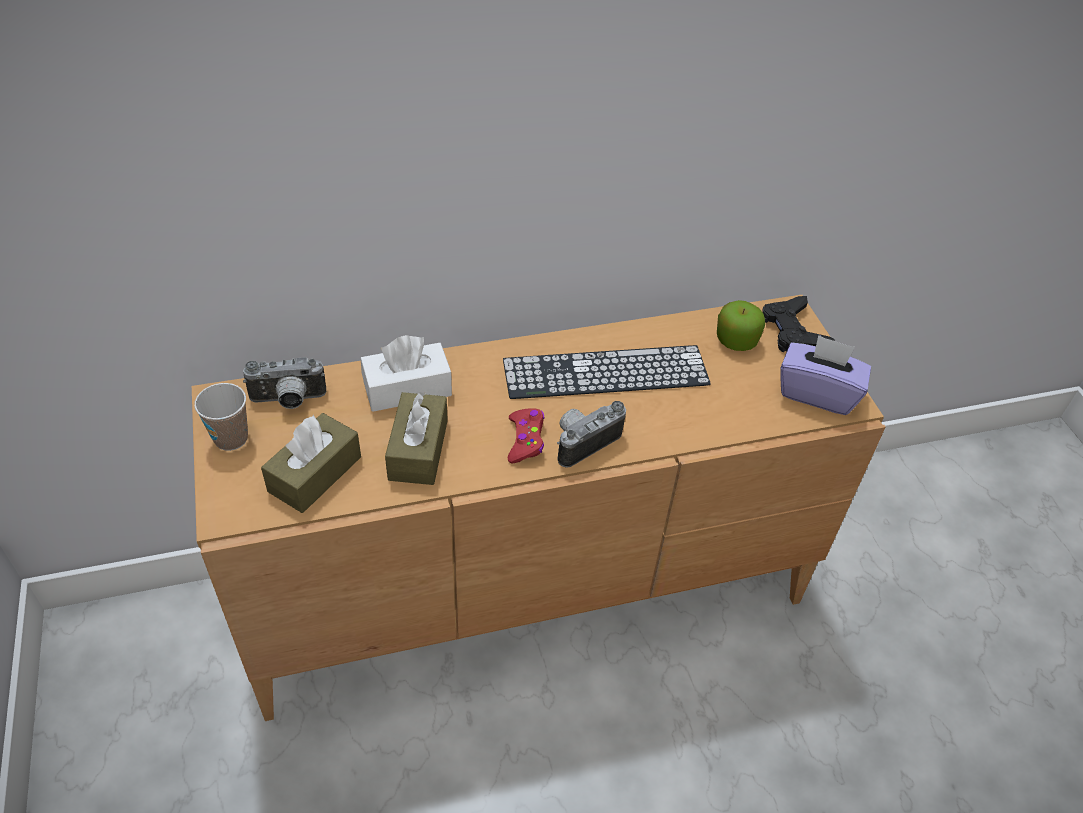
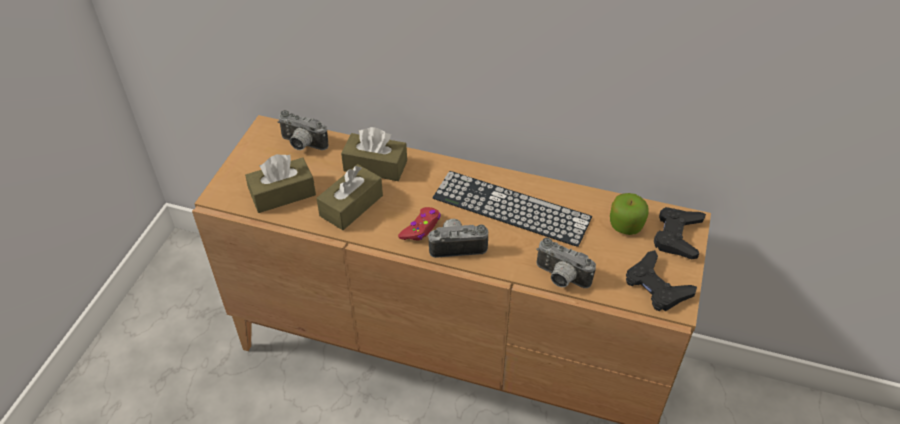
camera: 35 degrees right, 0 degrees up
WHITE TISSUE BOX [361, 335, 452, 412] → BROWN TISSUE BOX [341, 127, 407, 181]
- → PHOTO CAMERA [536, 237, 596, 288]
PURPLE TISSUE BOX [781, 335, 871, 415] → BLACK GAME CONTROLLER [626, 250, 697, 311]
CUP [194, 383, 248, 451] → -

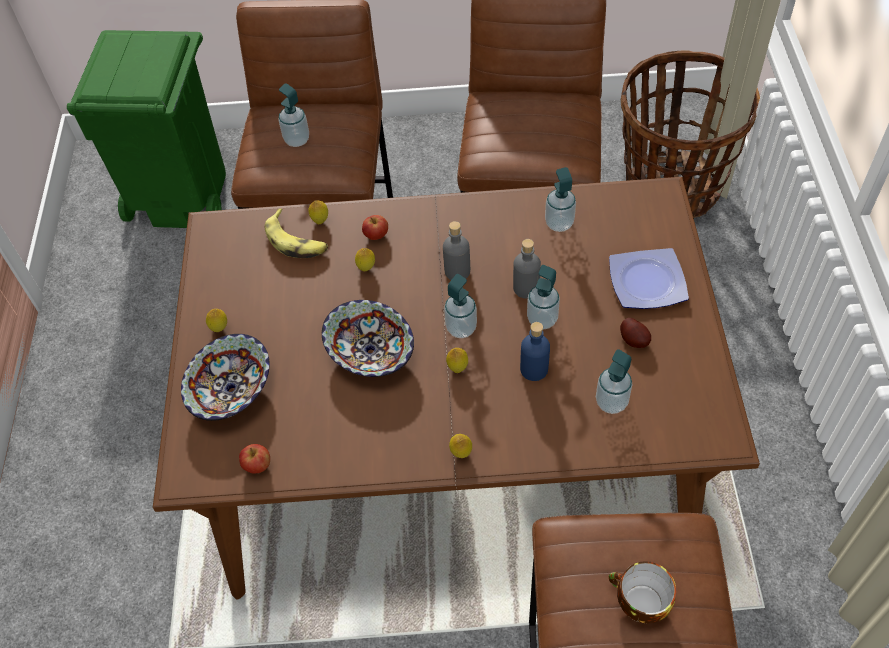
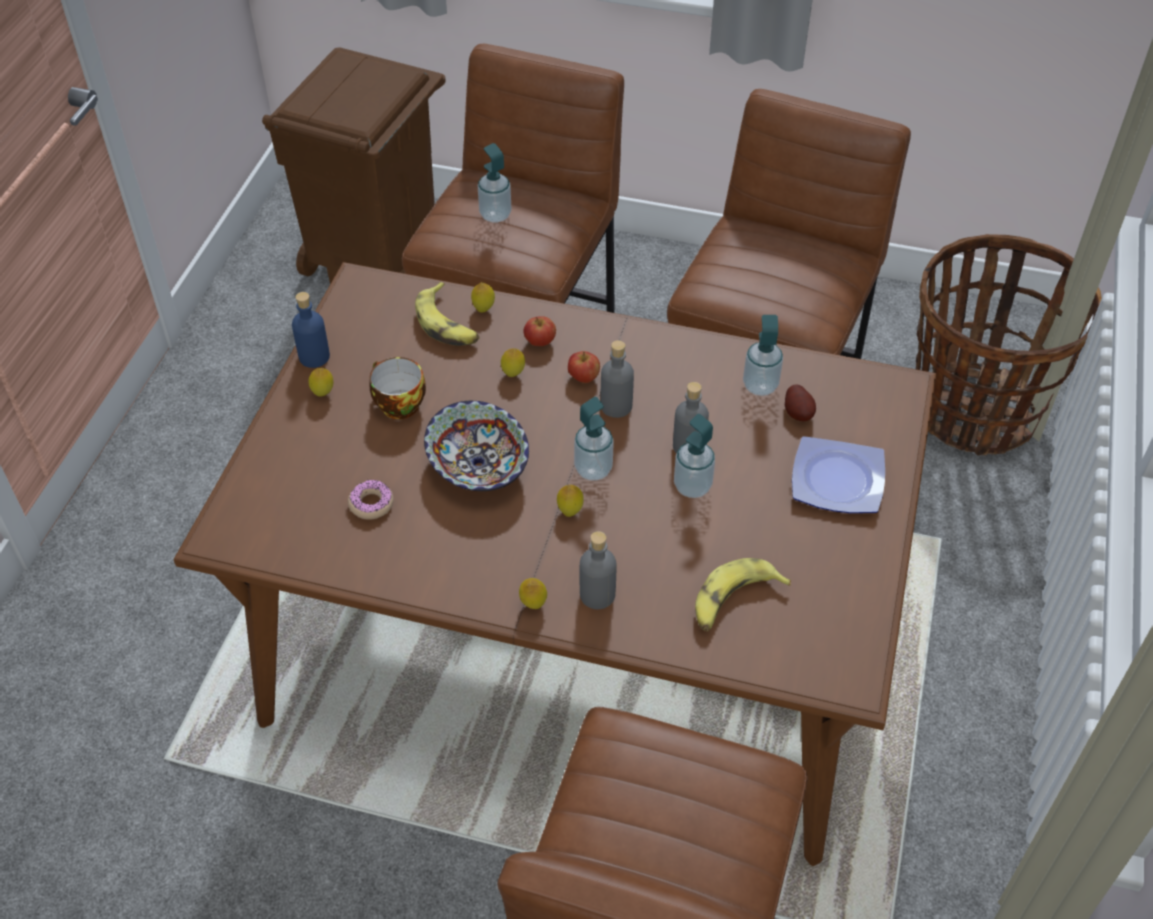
camera: 15 degrees right, 5 degrees down
GREEN TRASH CAN [67, 30, 226, 228] → BROWN TRASH CAN [262, 47, 446, 284]
BLUE BOTTLE [520, 322, 550, 381] → BLUE BOTTLE [292, 292, 330, 368], move
- → DONUT [348, 480, 394, 520]
CUP [608, 561, 676, 623] → CUP [369, 357, 426, 419], move
APPLE [239, 444, 270, 474] → APPLE [568, 351, 600, 383], move
- → GREY BOTTLE [580, 531, 616, 609]
SOAP DISPENSER [596, 349, 633, 414] → BANANA [695, 558, 791, 631]
POTATO [620, 318, 651, 348] → POTATO [785, 384, 816, 421], move
BOWL [181, 334, 270, 421] → -

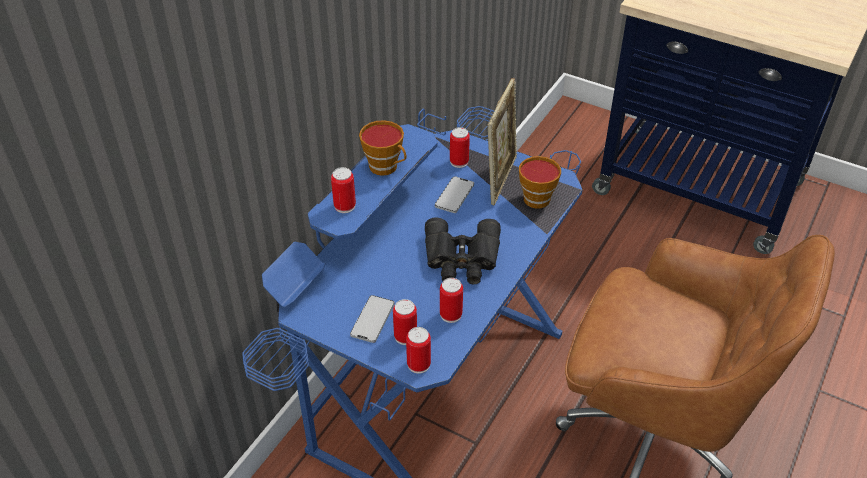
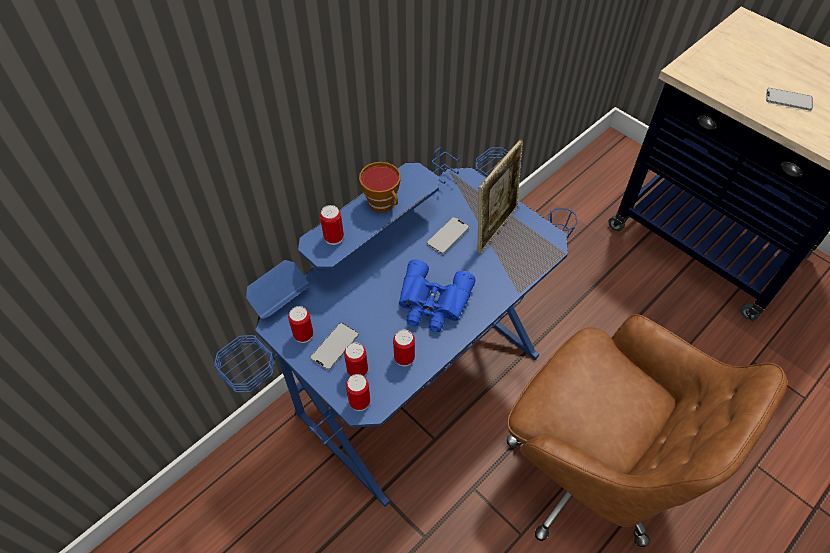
camera: 15 degrees right, 10 degrees up
CAN [450, 127, 470, 168] → CAN [288, 306, 313, 343], move
BLACK BINOCULARS [425, 217, 501, 284] → BLUE BINOCULARS [399, 259, 476, 332]
- → PHONE [766, 88, 813, 111]
CUP [519, 156, 561, 209] → -

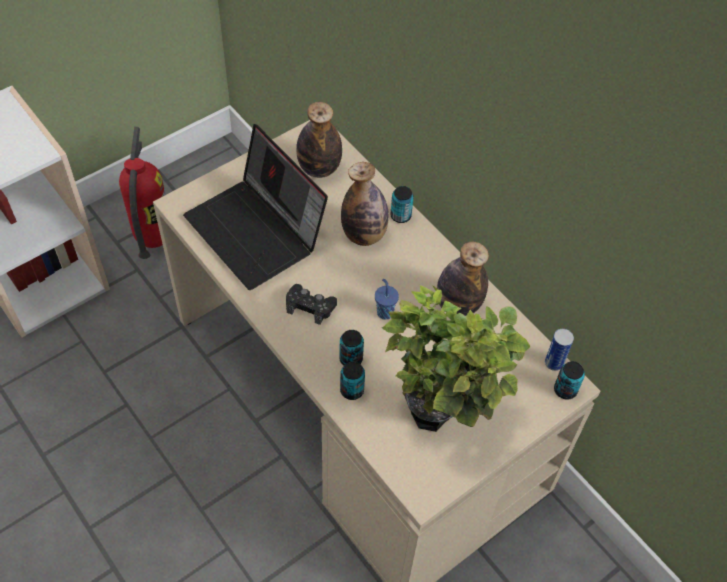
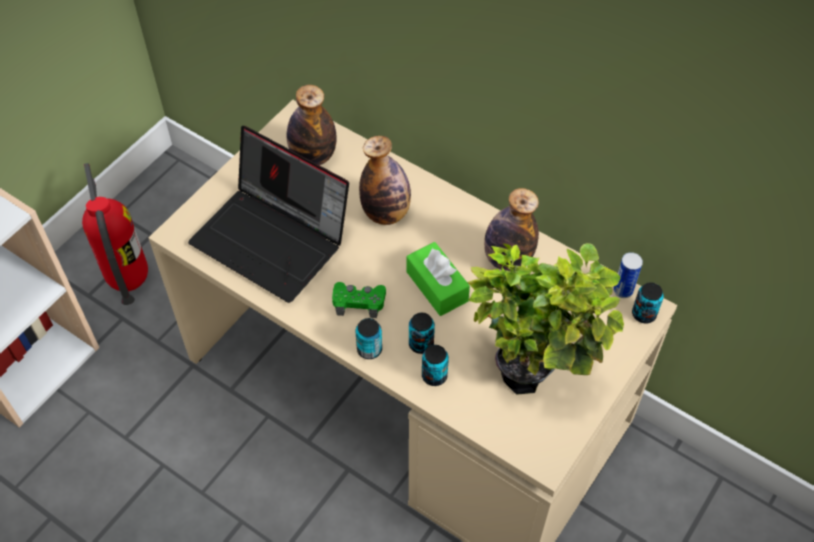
camera: 15 degrees left, 0 degrees up
BLACK GAME CONTROLLER [286, 284, 337, 325] → GREEN GAME CONTROLLER [332, 282, 386, 318]
CAN [390, 186, 414, 223] → CAN [356, 318, 382, 359], move
BLUE CUP [375, 279, 399, 320] → GREEN TISSUE BOX [406, 242, 470, 316]

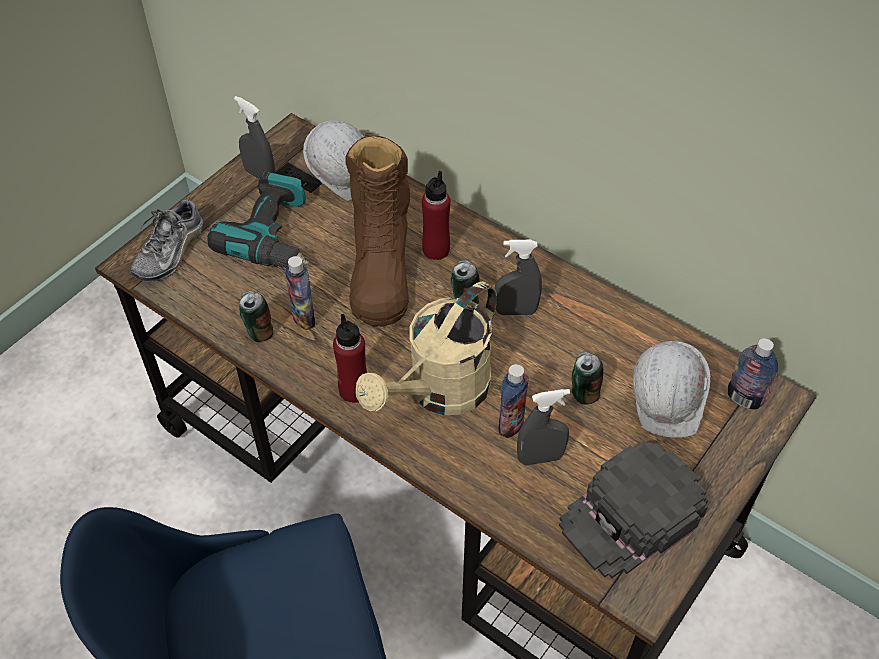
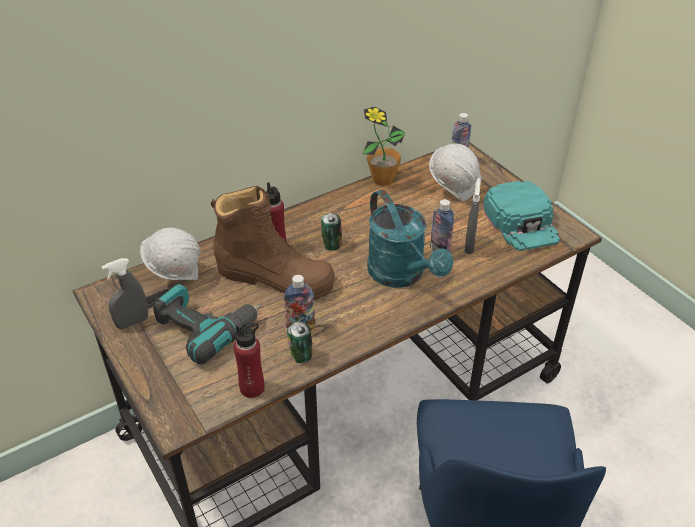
camera: 70 degrees left, 10 degrees down
RED BOTTLE [333, 314, 367, 403] → RED BOTTLE [234, 323, 264, 398], move
- → POTTED PLANT [363, 107, 405, 186]
BEIGE WATERING CAN [356, 281, 497, 415] → TURQUOISE WATERING CAN [367, 190, 453, 288]
BLACK CAP [559, 441, 708, 578] → TURQUOISE CAP [483, 181, 560, 251]
SHOE [129, 196, 204, 281] → -
GREY SPRAY BOTTLE [494, 240, 542, 316] → -
CAN [572, 352, 603, 405] → -

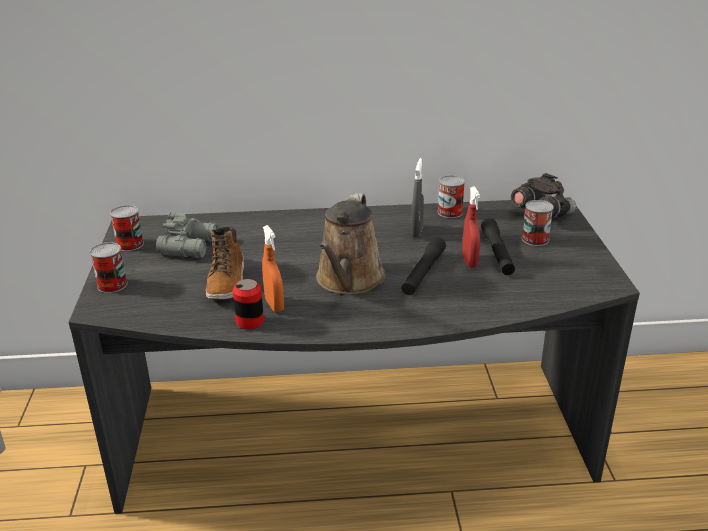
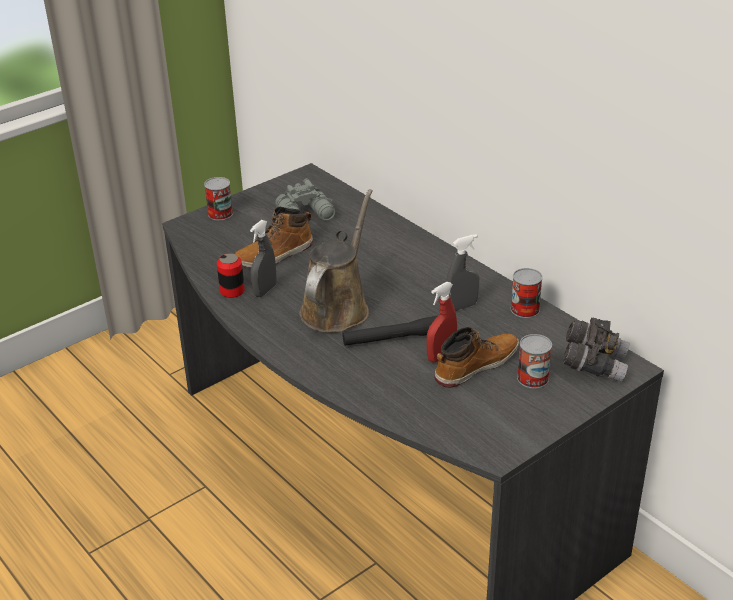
camera: 55 degrees right, 5 degrees up
ORANGE SPRAY BOTTLE [262, 225, 284, 312] → GREY SPRAY BOTTLE [250, 220, 277, 297]
BROWN WATERING CAN [316, 193, 386, 295] → BROWN WATERING CAN [300, 189, 373, 333], 135 degrees clockwise
BLACK FLASHLIGHT [481, 218, 515, 275] → BOOT [434, 327, 519, 388]
CAN [110, 205, 144, 251] → -

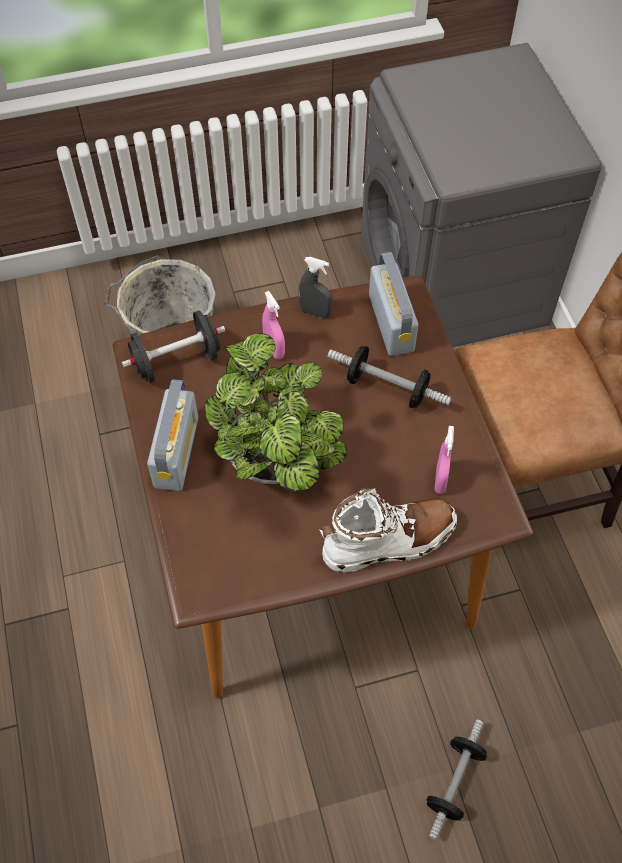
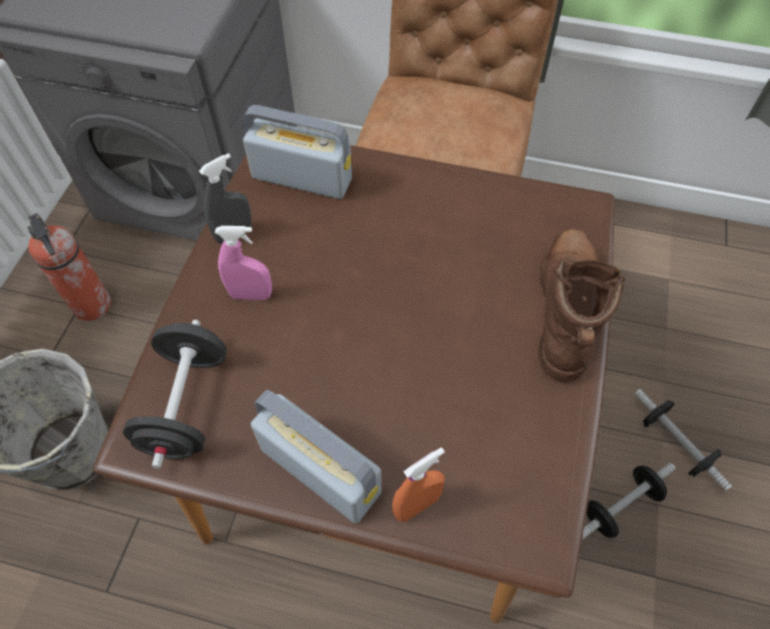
camera: 60 degrees left, 0 degrees up
- → FIRE EXTINGUISHER [27, 213, 111, 321]
- → ORANGE SPRAY BOTTLE [392, 447, 445, 522]
WHITE BOOT [319, 487, 457, 573] → BROWN BOOT [538, 229, 626, 382]
DUMBBELL [328, 346, 452, 408] → DUMBBELL [582, 463, 676, 540], move
POTTED PLANT [204, 333, 347, 492] → -
PINK SPRAY BOTTLE [434, 426, 454, 494] → -

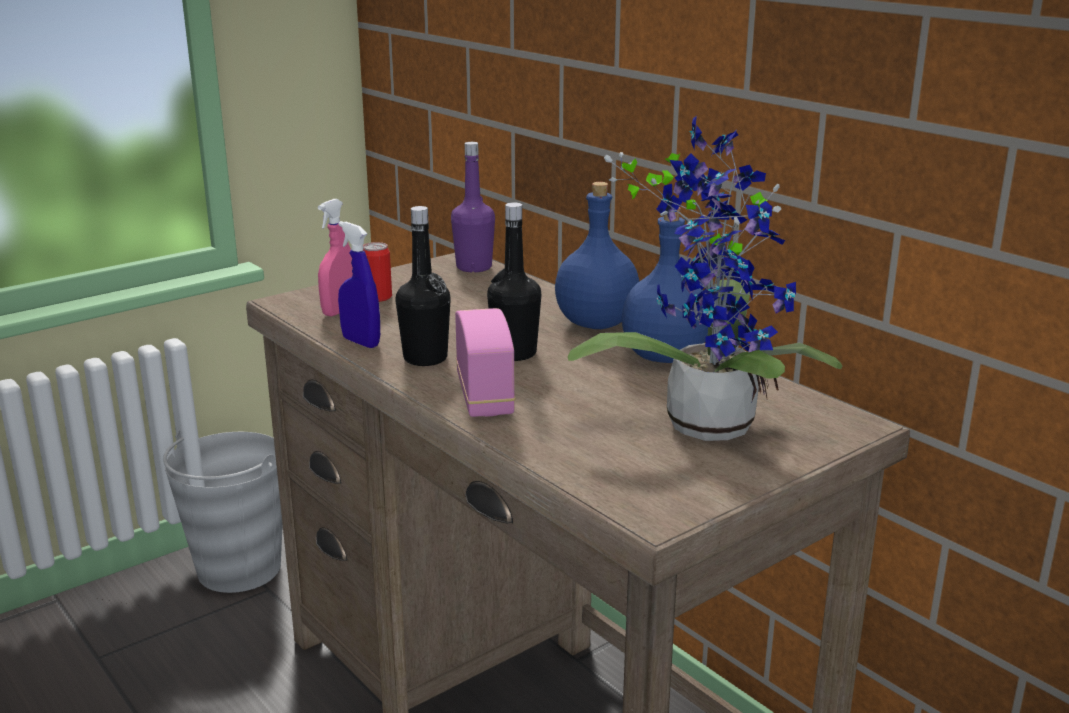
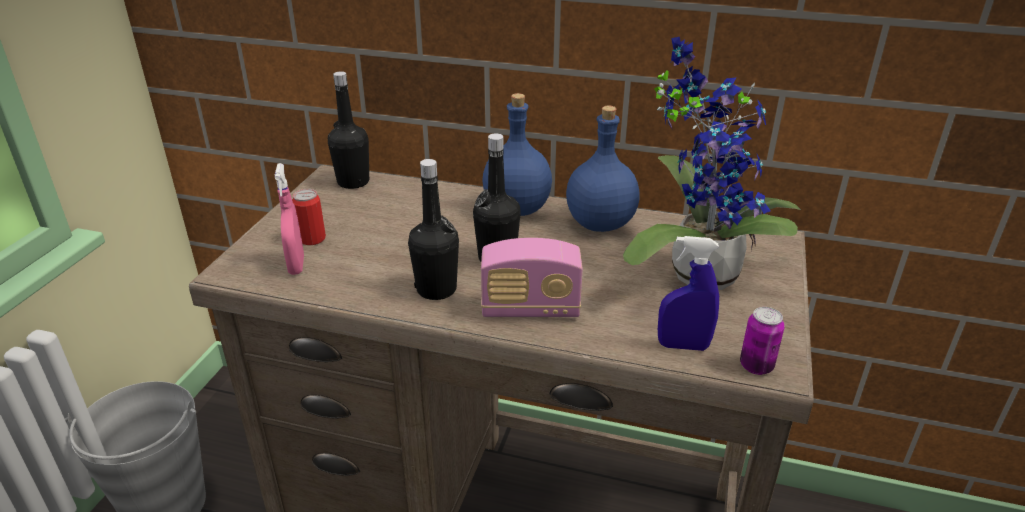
camera: 35 degrees left, 10 degrees up
PURPLE BOTTLE [451, 142, 495, 272] → BLACK BOTTLE [328, 71, 369, 189]
RADIO [455, 308, 515, 417] → RADIO [481, 238, 583, 317], 135 degrees clockwise
BLUE SPRAY BOTTLE [338, 221, 380, 348] → BLUE SPRAY BOTTLE [658, 236, 719, 351], move
- → CAN [740, 307, 785, 375]

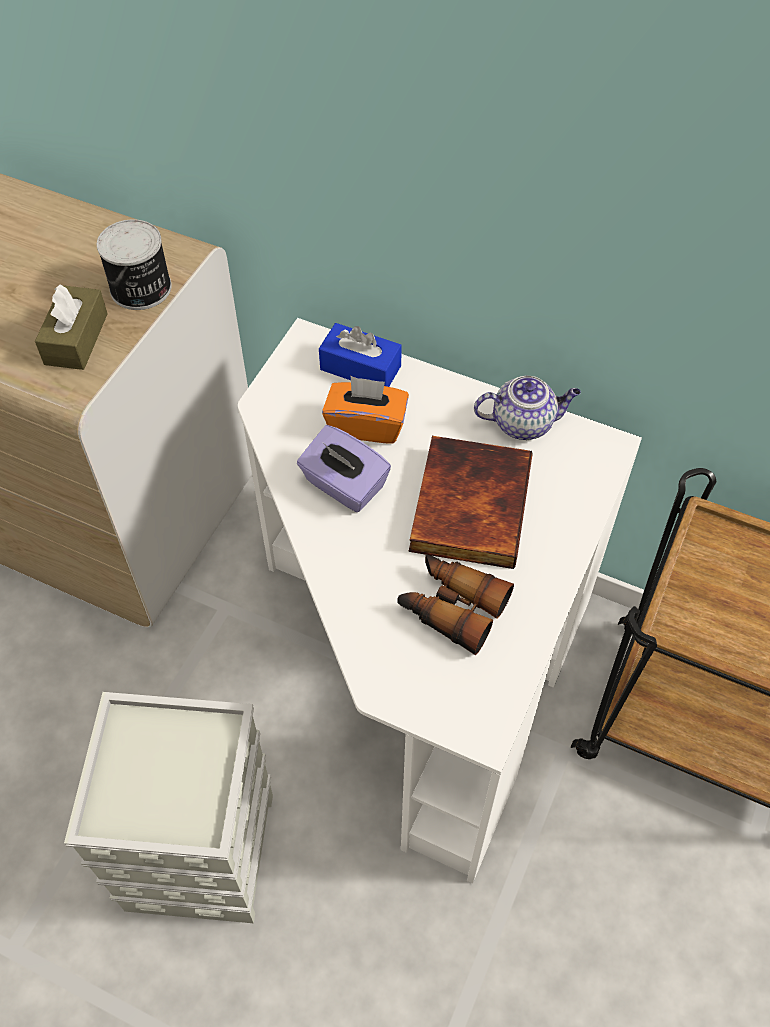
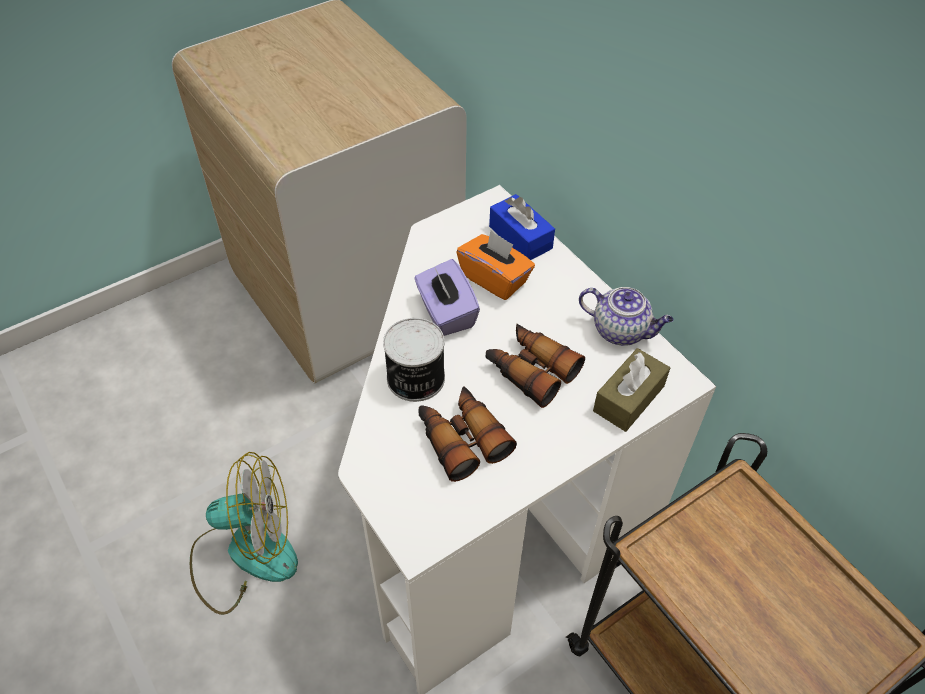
camera: 30 degrees right, 5 degrees down
GREY STORAGE BOX [64, 692, 273, 923] → FAN [190, 452, 298, 615]
CAN [97, 219, 172, 310] → CAN [383, 318, 445, 402], move
BOOK [409, 436, 533, 569] → BINOCULARS [486, 324, 585, 408]
BROWN TISSUE BOX [35, 284, 108, 370] → BROWN TISSUE BOX [593, 348, 670, 432], move

